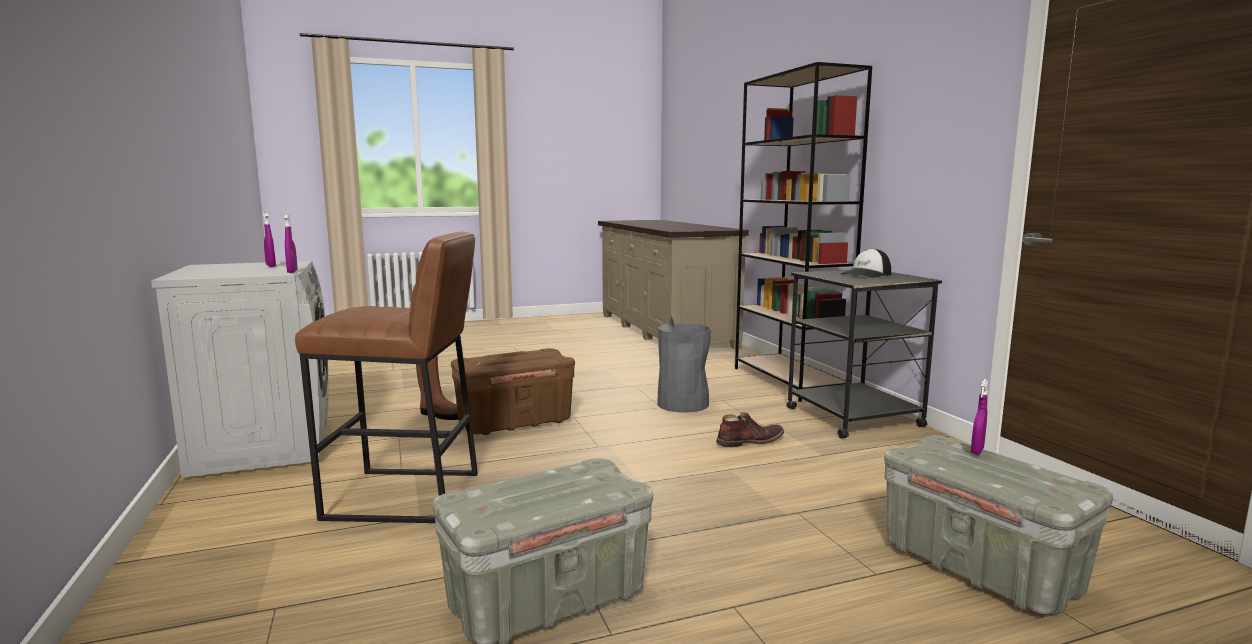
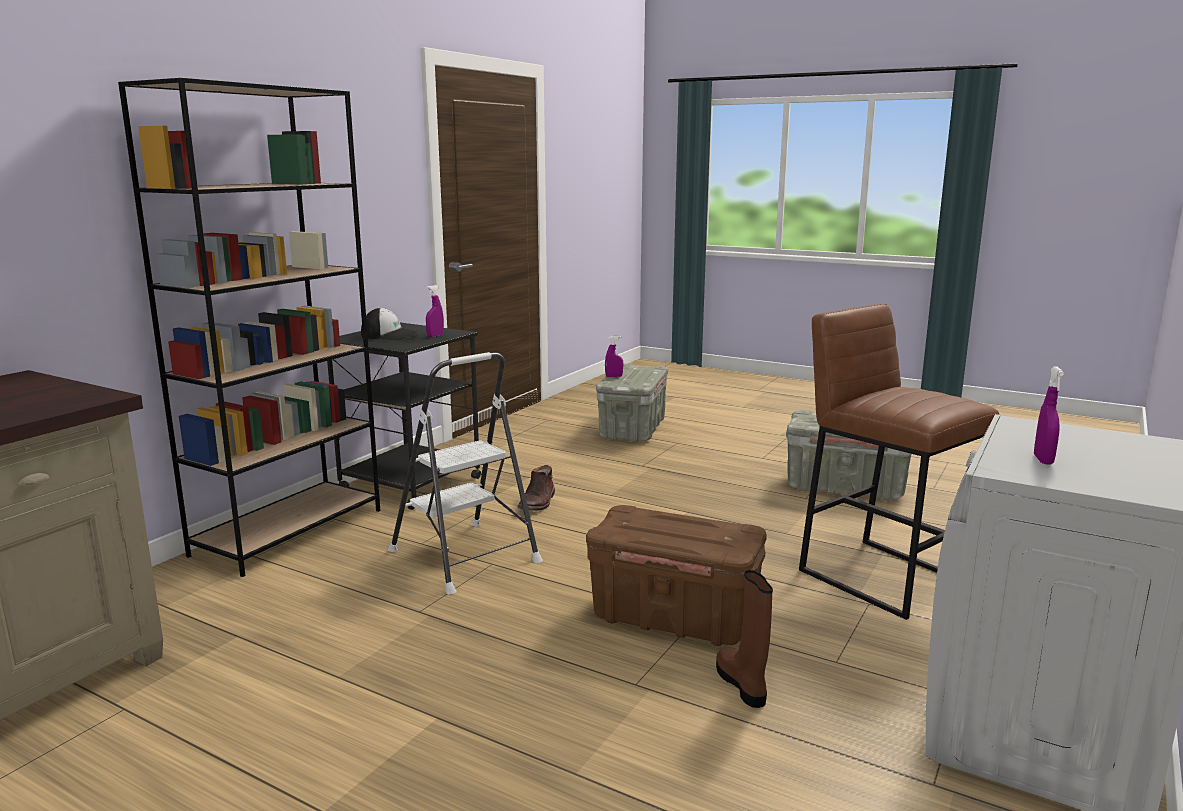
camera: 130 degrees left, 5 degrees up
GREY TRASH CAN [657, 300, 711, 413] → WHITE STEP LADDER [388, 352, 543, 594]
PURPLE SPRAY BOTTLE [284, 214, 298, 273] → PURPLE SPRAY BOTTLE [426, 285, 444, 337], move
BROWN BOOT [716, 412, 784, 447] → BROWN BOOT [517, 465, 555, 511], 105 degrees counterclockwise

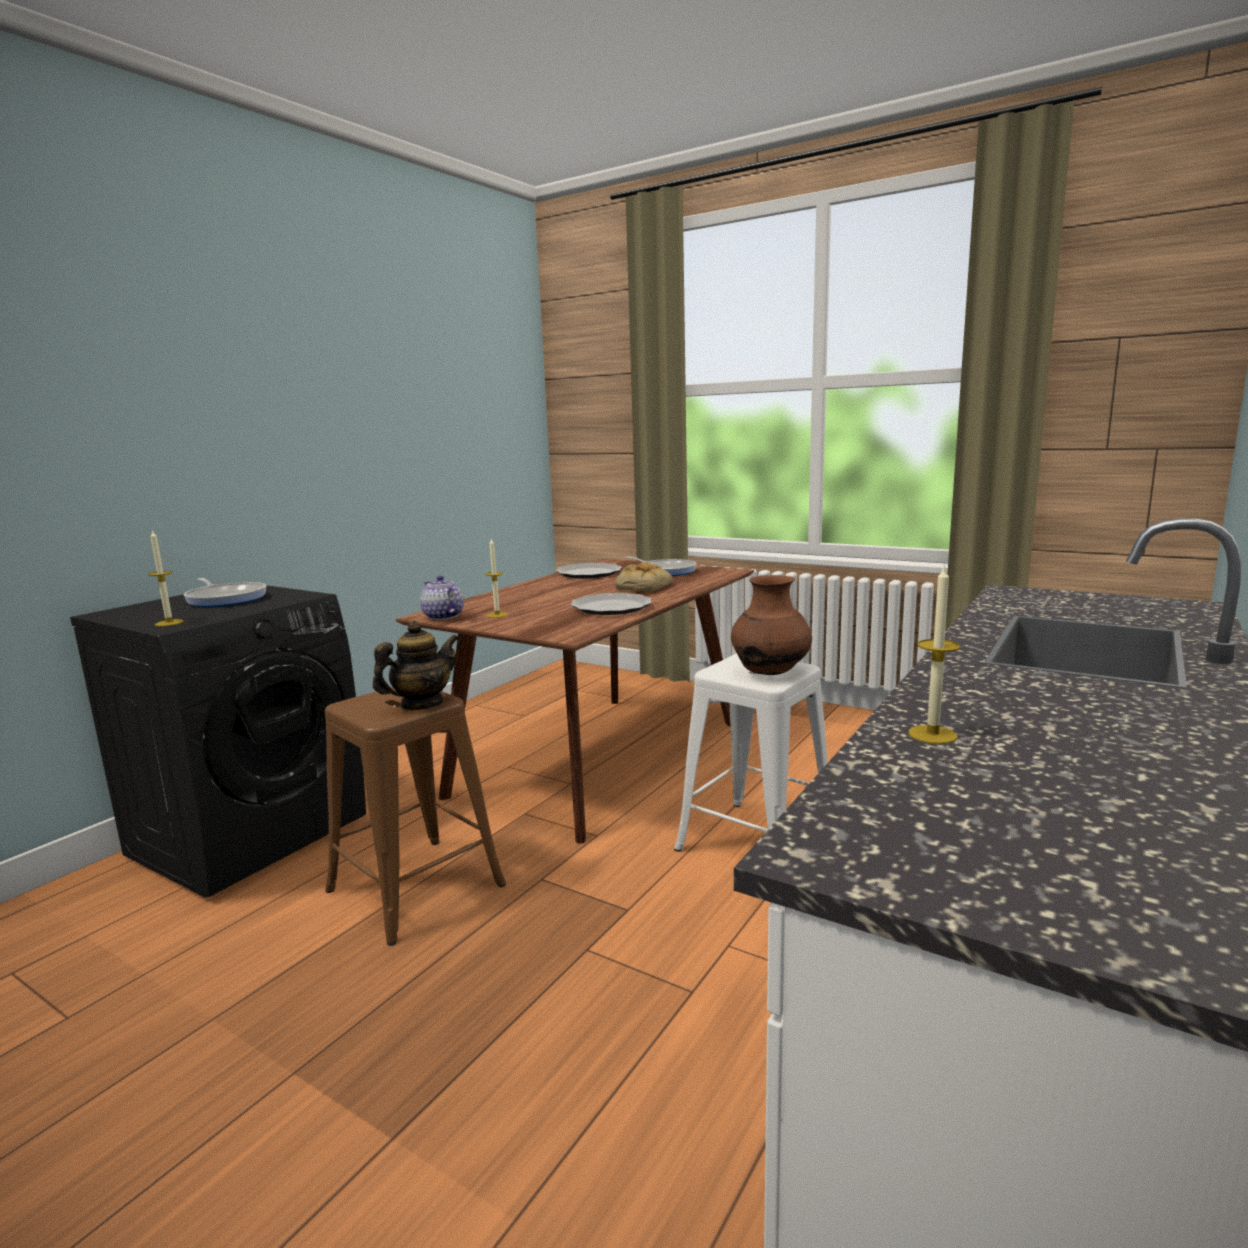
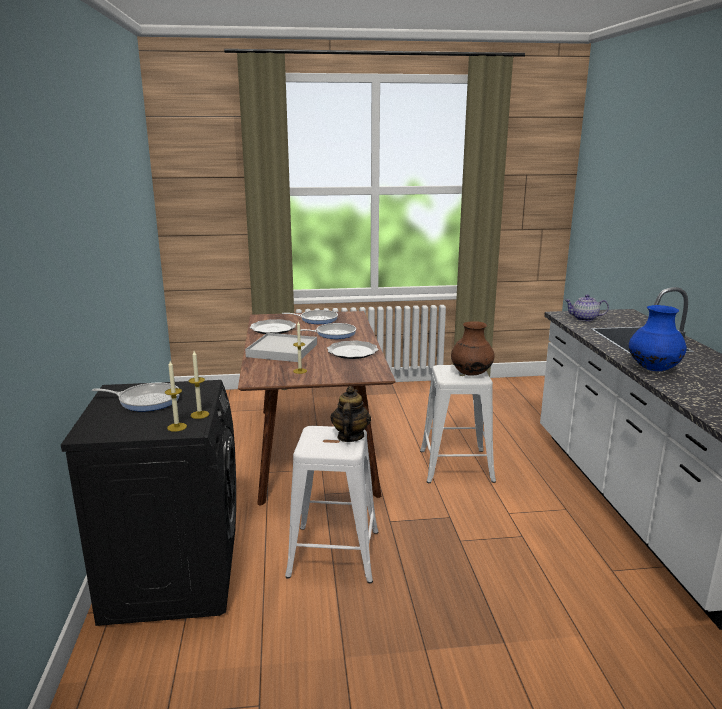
camera: 40 degrees left, 5 degrees up
CANDLE [909, 564, 961, 744] → CANDLE [189, 351, 209, 419], move
- → WHITE TRAY [245, 333, 317, 362]
BROWN STOOL [324, 687, 506, 946] → WHITE STOOL [285, 426, 378, 584]
BREAD [615, 562, 673, 592] → FRYING PAN [296, 323, 356, 339]
TEAPOT [420, 575, 464, 620] → TEAPOT [565, 294, 609, 321], move
- → BLUE VASE [629, 305, 687, 371]

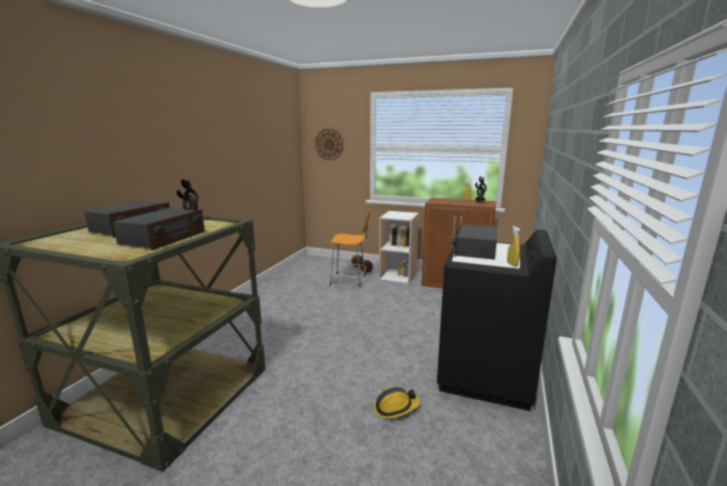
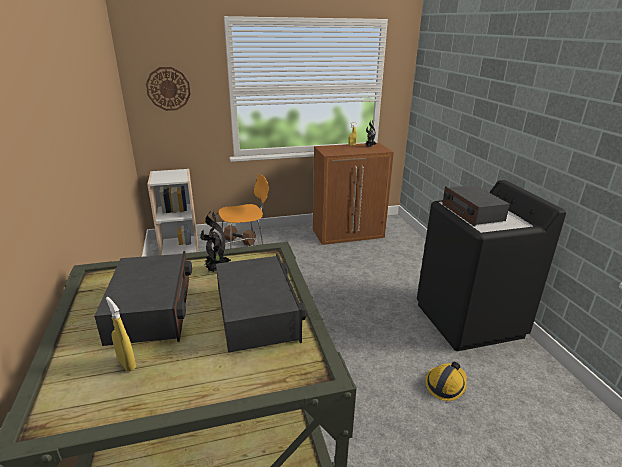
camera: 35 degrees left, 10 degrees up
YELLOW SPRAY BOTTLE [507, 226, 520, 267] → YELLOW SPRAY BOTTLE [106, 297, 136, 371], move
BOOKCASE [379, 211, 419, 284] → BOOKCASE [147, 169, 198, 255], move

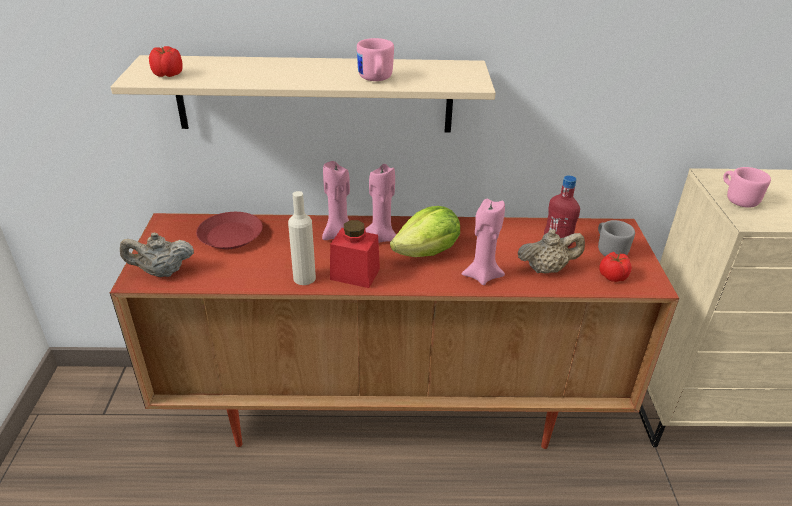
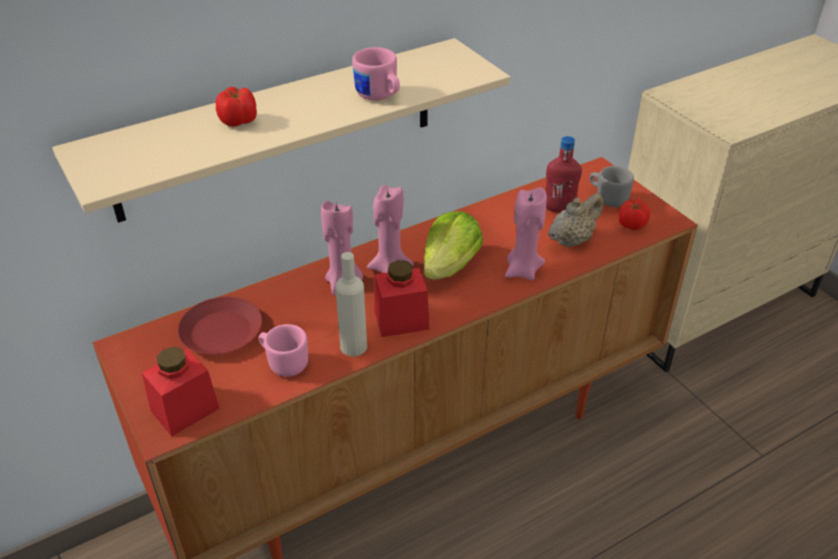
camera: 30 degrees left, 5 degrees up
BEIGE TEAPOT [120, 233, 194, 277] → RED JAR [142, 347, 220, 436]
TOMATO [149, 46, 183, 77] → TOMATO [216, 87, 257, 127], move
PINK MUG [723, 167, 771, 208] → PINK MUG [259, 324, 308, 377], move

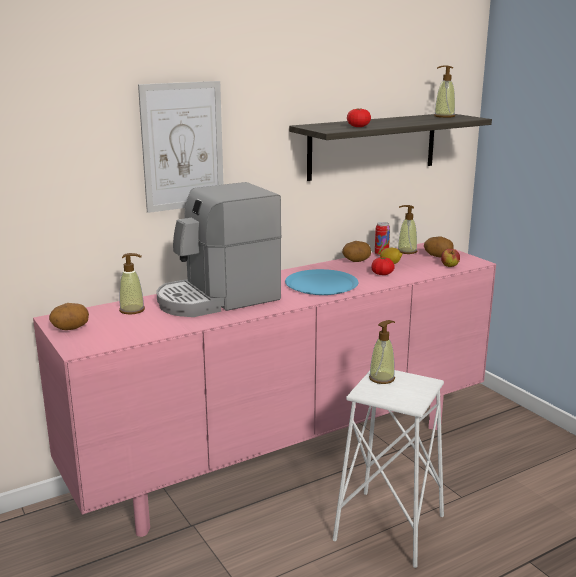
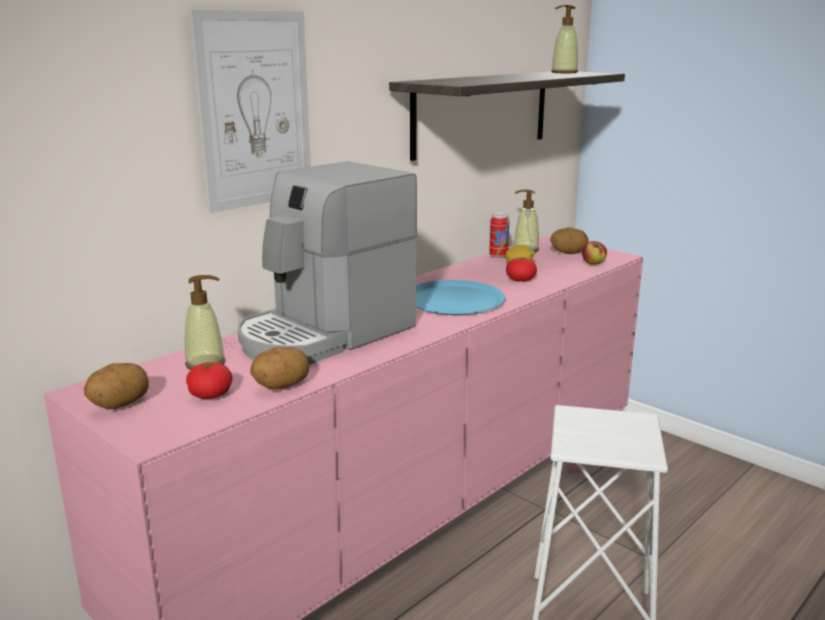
camera: 15 degrees left, 0 degrees up
TOMATO [347, 108, 371, 127] → TOMATO [186, 362, 232, 399], move
POTATO [342, 241, 371, 262] → POTATO [250, 346, 309, 390], move
SOAP DISPENSER [369, 320, 395, 384] → -

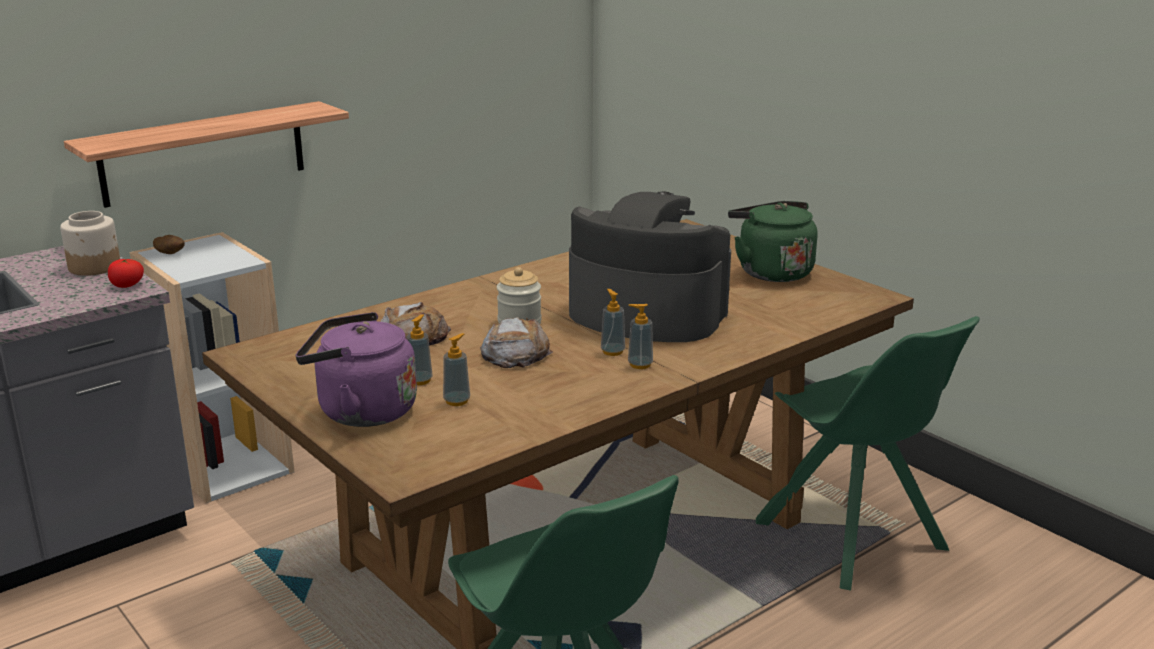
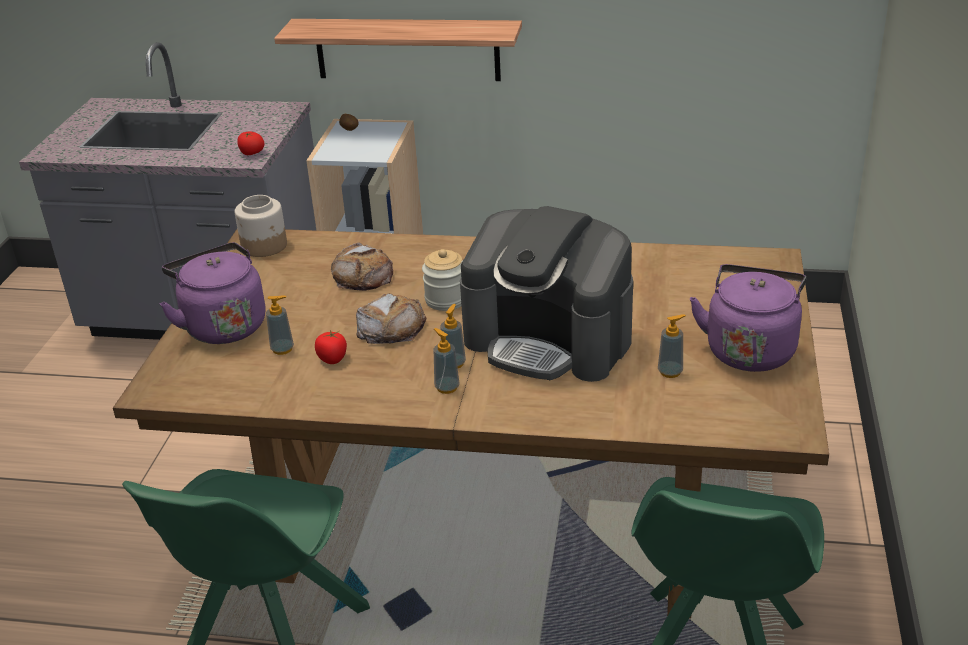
camera: 50 degrees right, 10 degrees up
JAR [60, 211, 120, 276] → JAR [235, 195, 287, 257], move
- → TOMATO [315, 330, 347, 364]
COFFEE MACHINE [569, 192, 731, 342] → COFFEE MACHINE [460, 206, 633, 382], 135 degrees clockwise
SOAP DISPENSER [406, 314, 433, 385] → SOAP DISPENSER [658, 314, 686, 378], move
GREEN KETTLE [728, 201, 817, 282] → PURPLE KETTLE [690, 264, 806, 372]

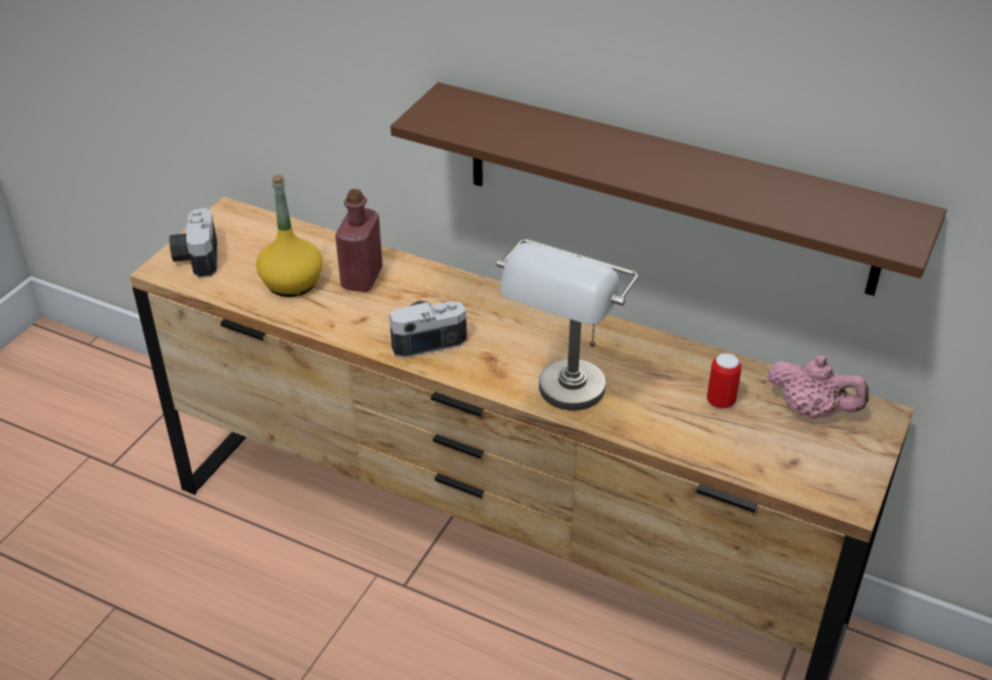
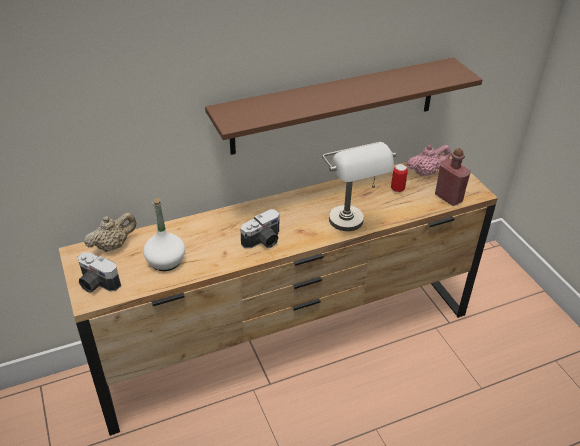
camera: 50 degrees left, 0 degrees up
- → BEIGE TEAPOT [84, 212, 136, 252]
YELLOW BOTTLE [256, 175, 323, 297] → WHITE BOTTLE [143, 198, 185, 271]
PHOTO CAMERA [389, 301, 467, 358] → PHOTO CAMERA [241, 209, 280, 249], 150 degrees counterclockwise
RED BOTTLE [335, 189, 383, 292] → RED BOTTLE [435, 148, 471, 206], move

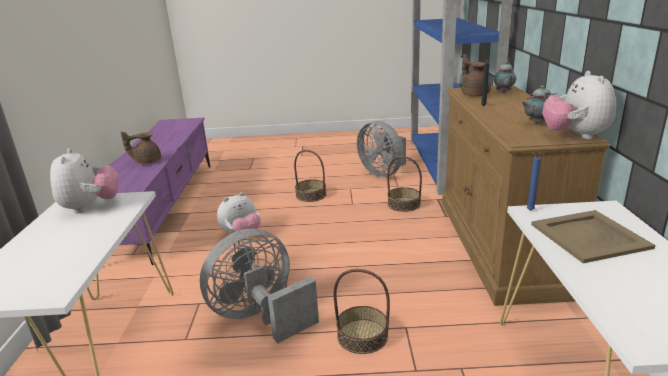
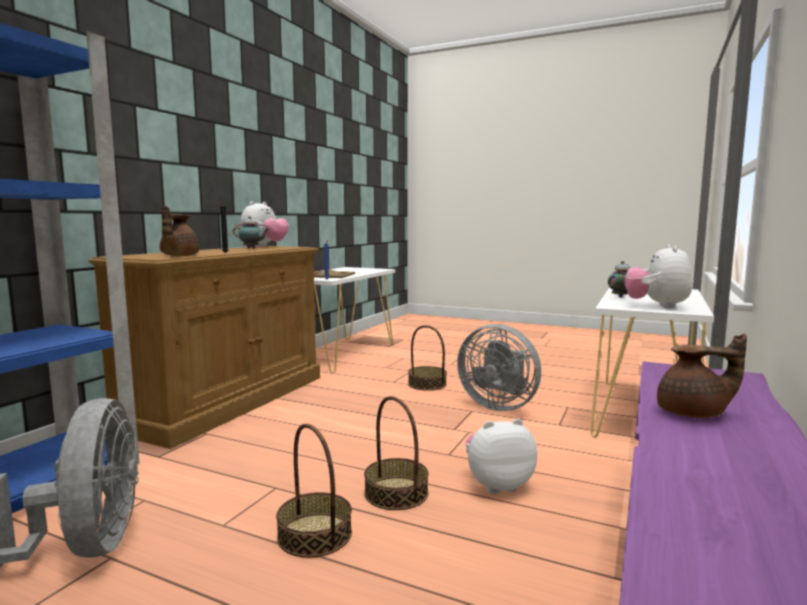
camera: 155 degrees left, 15 degrees down
BASKET [387, 156, 422, 212] → BASKET [364, 396, 429, 510], move
GREY FAN [200, 229, 319, 343] → GREY FAN [457, 324, 541, 411], 45 degrees clockwise
TEAPOT [494, 61, 516, 93] → TEAPOT [608, 261, 631, 298], move

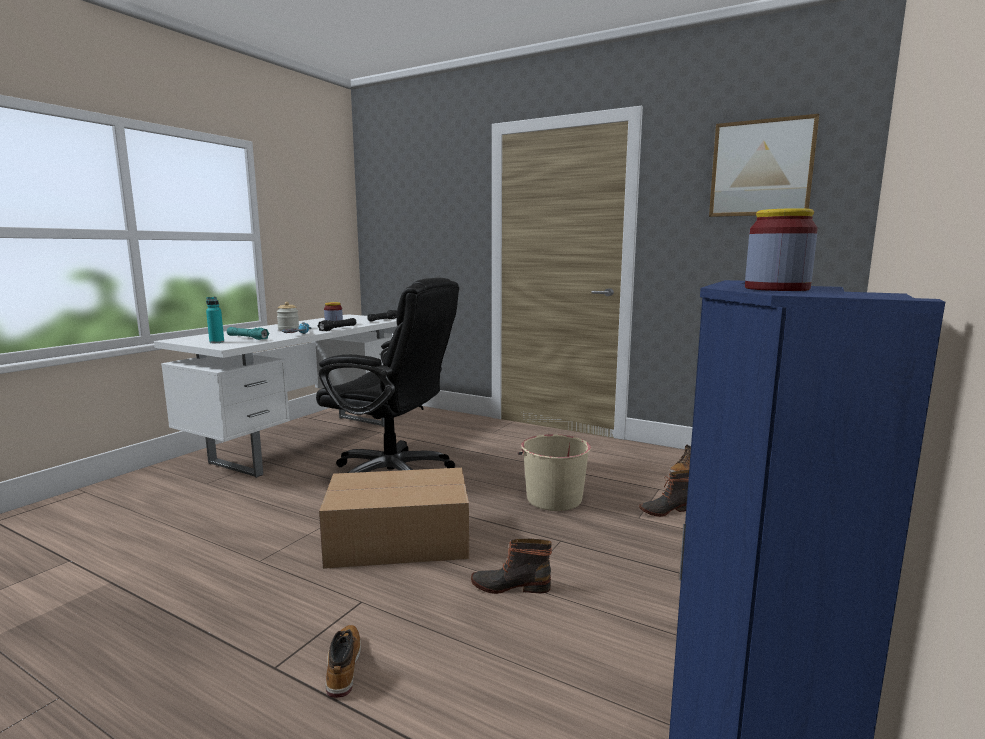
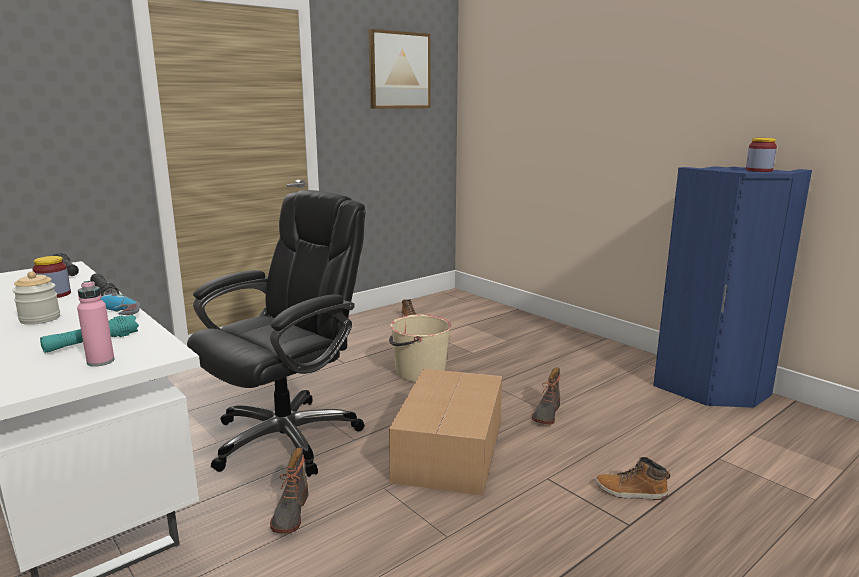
camera: 70 degrees left, 5 degrees up
TURQUOISE BOTTLE [206, 297, 224, 343] → PINK BOTTLE [77, 281, 114, 367]
BOOT [639, 470, 689, 517] → BOOT [270, 447, 308, 534], move

